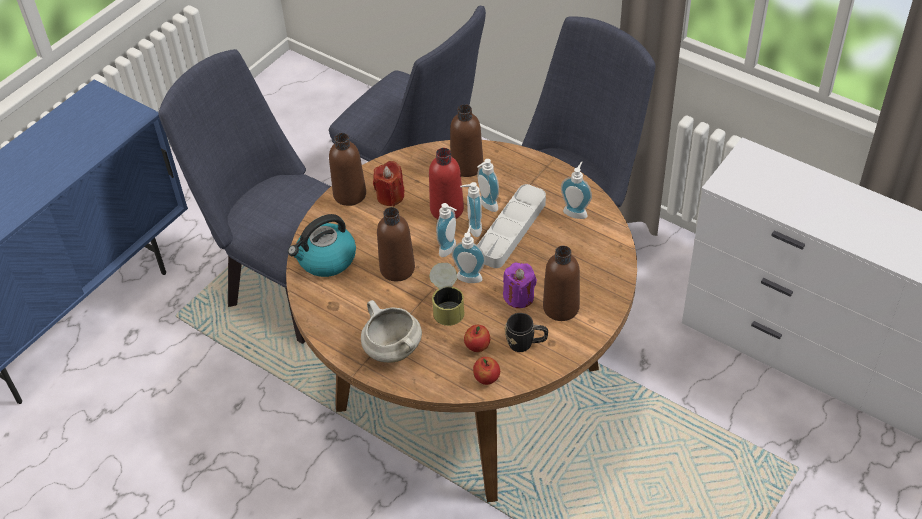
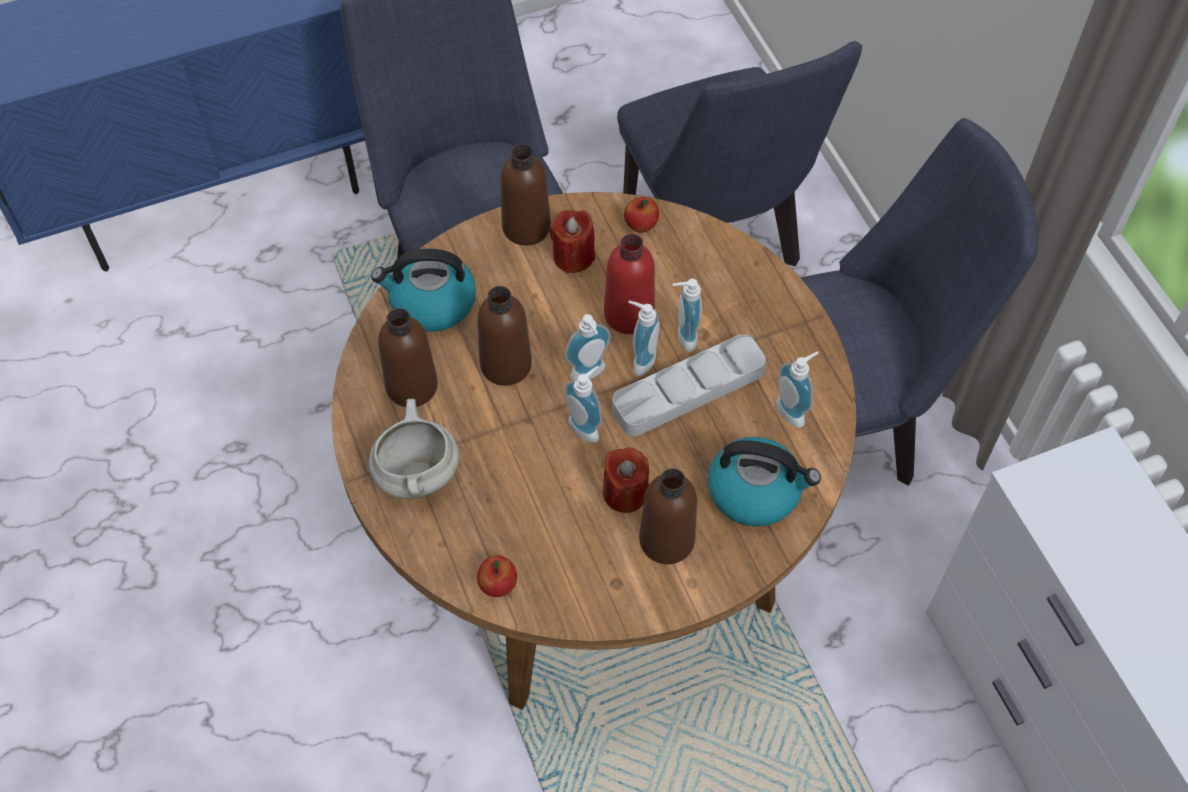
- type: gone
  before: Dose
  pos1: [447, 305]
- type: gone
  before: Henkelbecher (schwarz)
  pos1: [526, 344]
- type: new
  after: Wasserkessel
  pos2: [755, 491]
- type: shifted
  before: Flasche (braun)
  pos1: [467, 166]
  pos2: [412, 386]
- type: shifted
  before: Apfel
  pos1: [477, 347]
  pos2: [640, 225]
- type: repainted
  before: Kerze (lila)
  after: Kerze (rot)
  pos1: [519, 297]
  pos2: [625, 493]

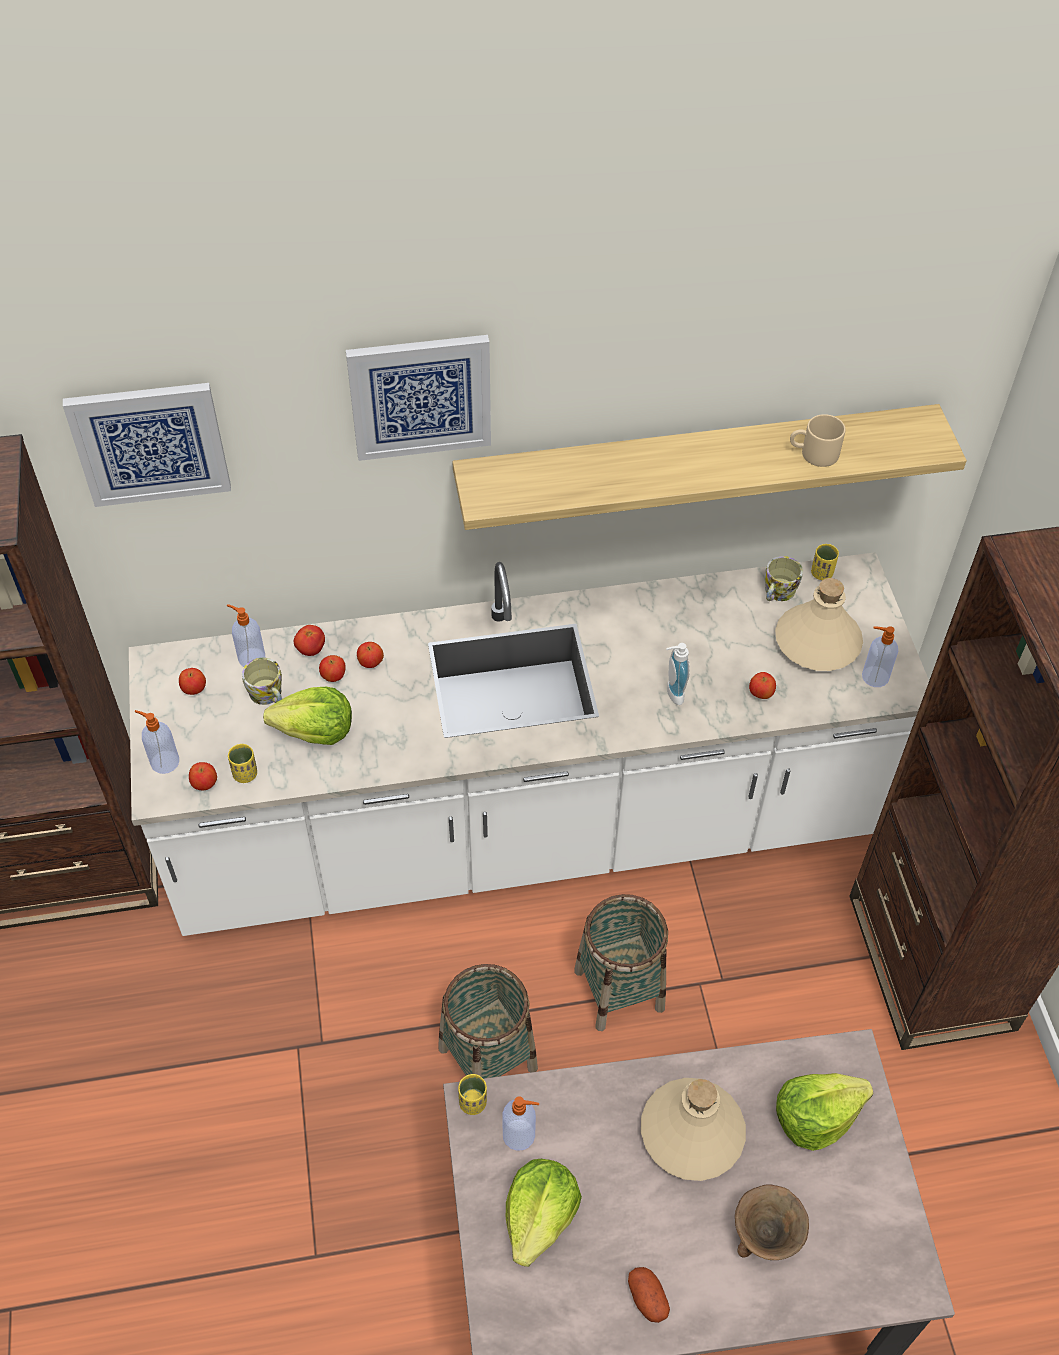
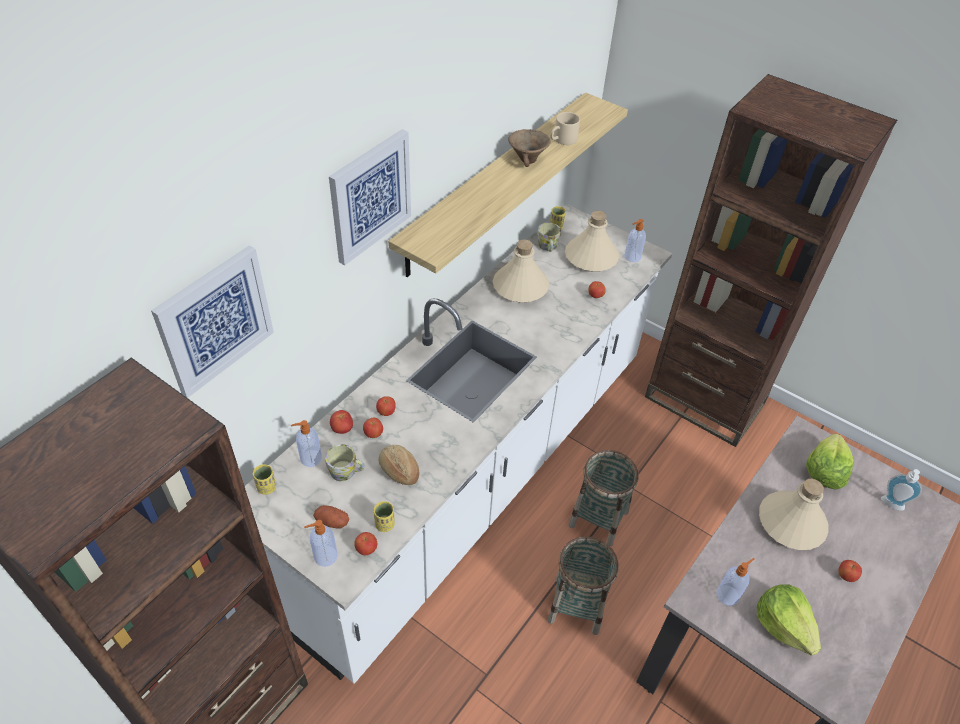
- type: new
  after: Flasche (beige)
  pos2: [520, 286]
- type: shifted
  before: Apfel
  pos1: [194, 689]
  pos2: [845, 576]
- type: shifted
  before: Tasse (gelb)
  pos1: [473, 1102]
  pos2: [267, 487]
- type: shifted
  before: Kartoffel
  pos1: [647, 1298]
  pos2: [332, 521]
- type: shifted
  before: Seifenspender
  pos1: [671, 693]
  pos2: [891, 505]
- type: shifted
  before: Schüssel (braun)
  pos1: [766, 1235]
  pos2: [527, 160]
- type: swapped
  before: Salatkopf
  after: Brot
  pos1: [315, 732]
  pos2: [398, 471]

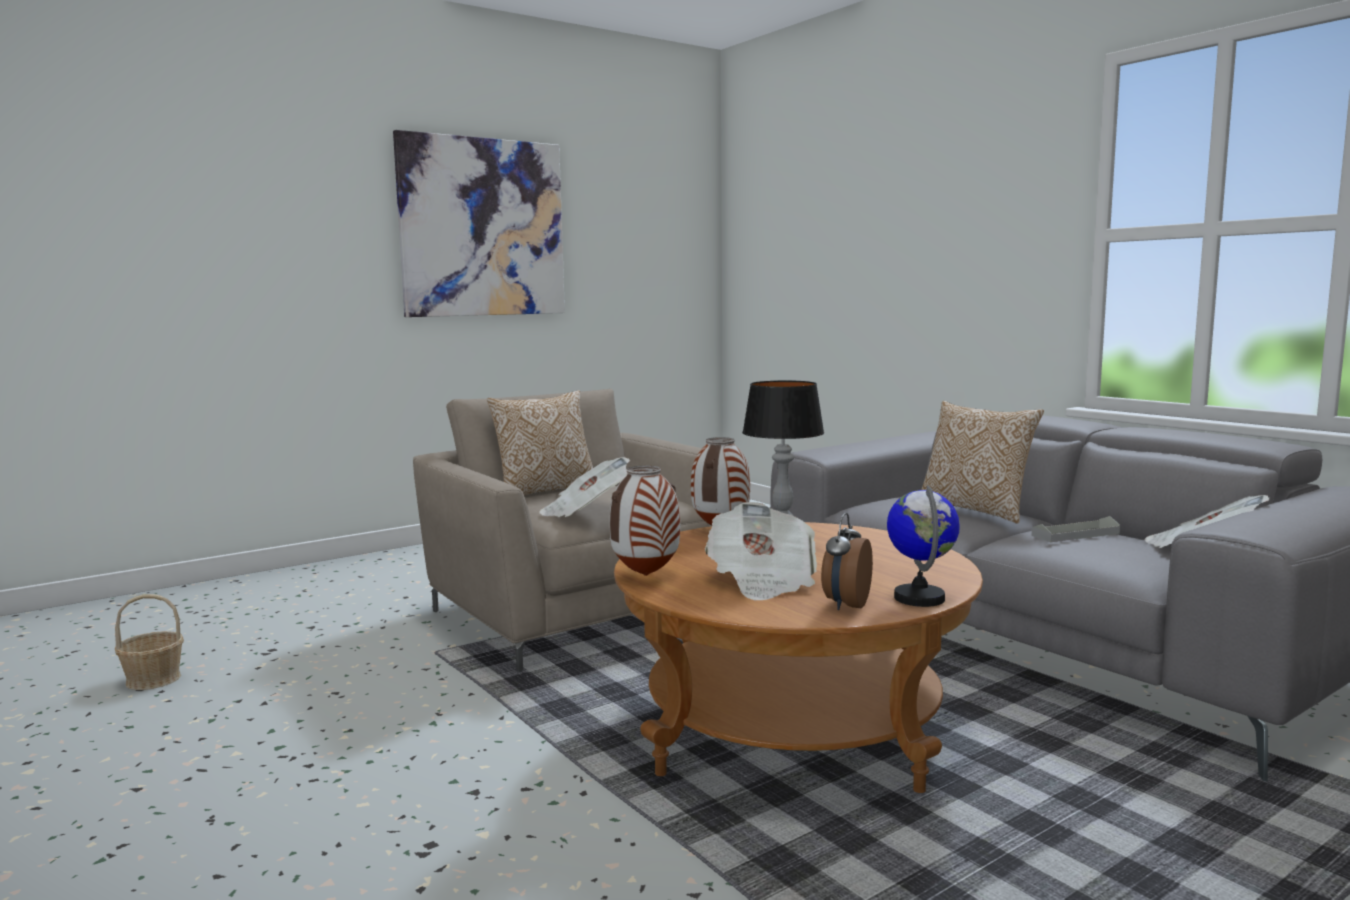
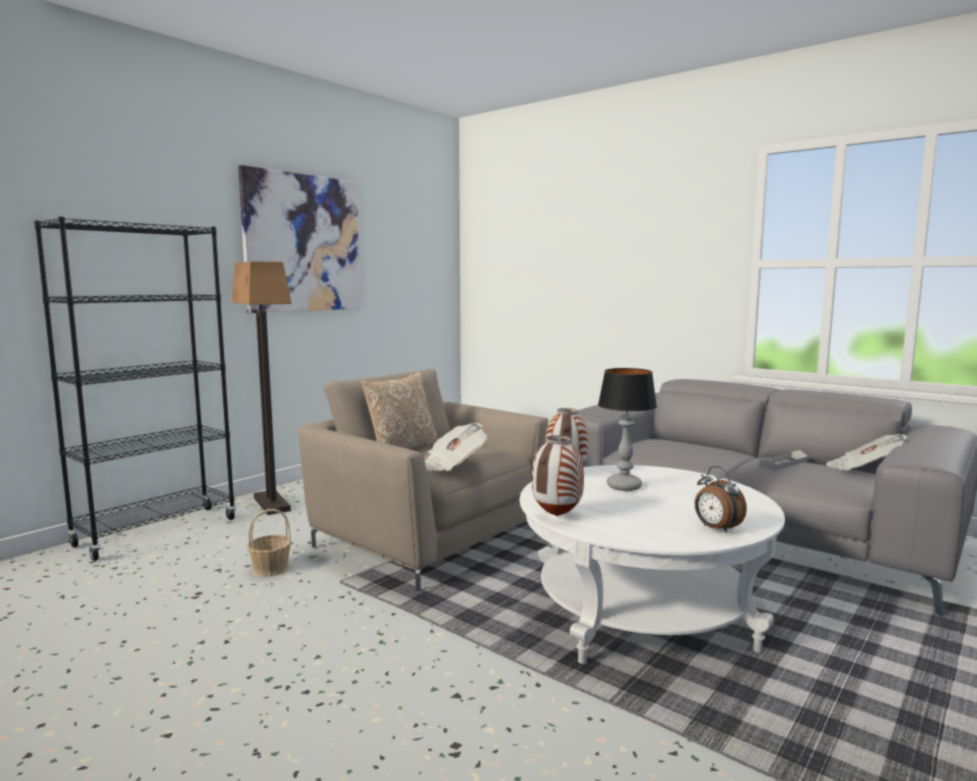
- type: gone
  before: Zeitung
  pos1: [761, 581]
- type: gone
  before: Globus
  pos1: [919, 598]
- type: gone
  before: Kissen
  pos1: [976, 510]
- type: new
  after: Bücherregal (schwarz)
  pos2: [157, 532]
- type: new
  after: Stehlampe
  pos2: [271, 504]
- type: shifted
  before: Korb
  pos1: [153, 679]
  pos2: [270, 569]
- type: repainted
  before: Couchtisch (braun)
  after: Couchtisch (weiß)
  pos1: [793, 726]
  pos2: [642, 612]
- type: rotated
  before: Wecker
  pos1: [845, 604]
  pos2: [716, 529]
  turn: -45

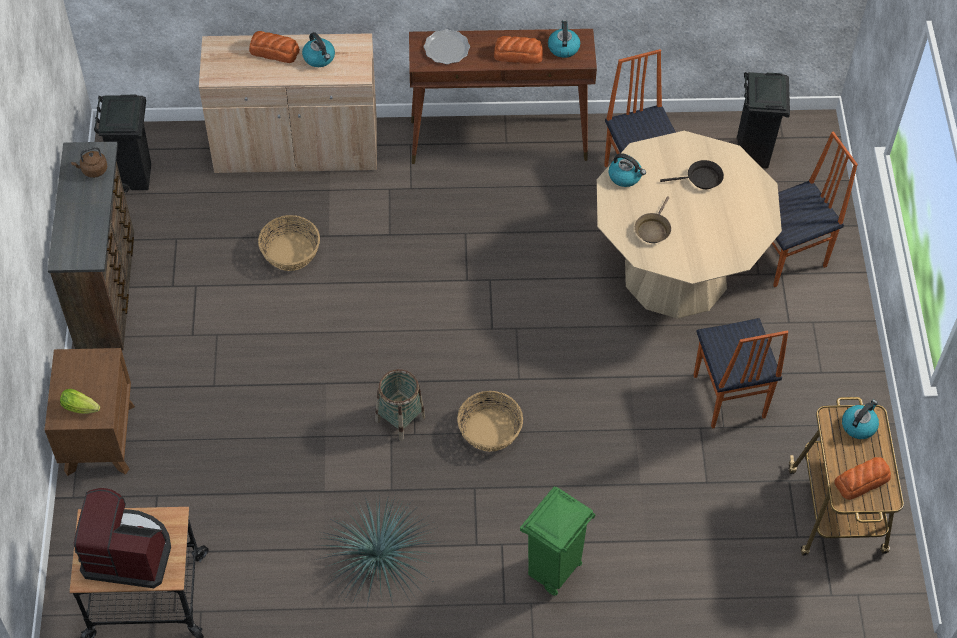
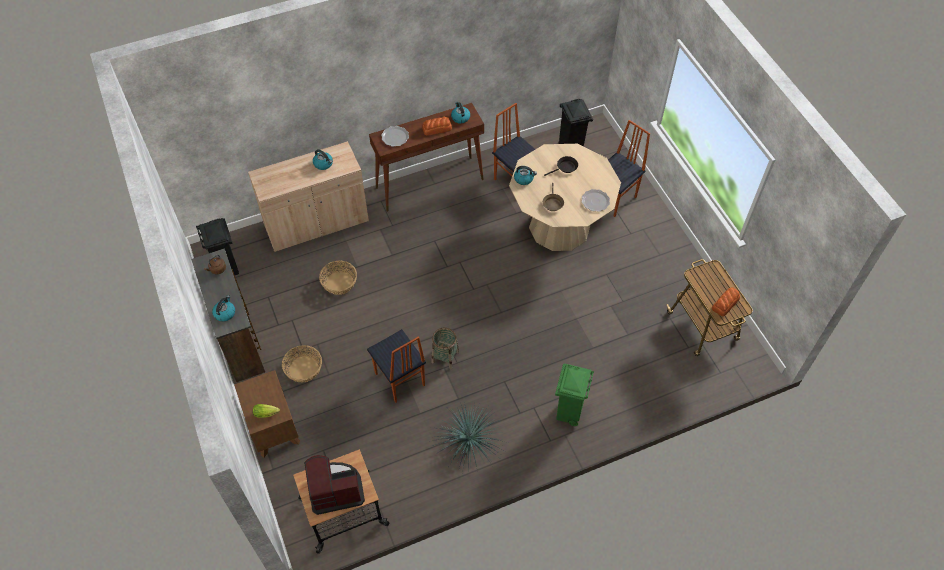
- type: gone
  before: Brot
  pos1: [274, 51]
- type: new
  after: Teller
  pos2: [595, 201]
- type: shifted
  before: Korb
  pos1: [490, 431]
  pos2: [304, 369]
- type: shifted
  before: Stuhl
  pos1: [728, 397]
  pos2: [399, 380]
- type: shifted
  before: Wasserkessel
  pos1: [859, 425]
  pos2: [225, 313]

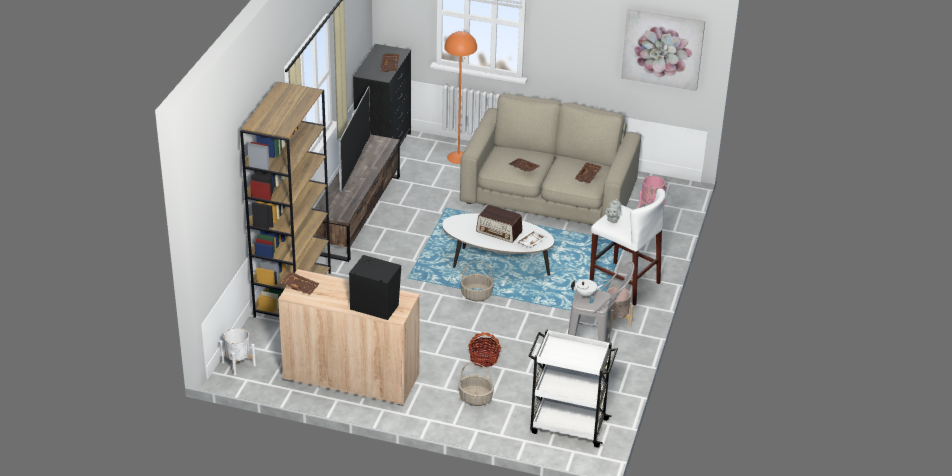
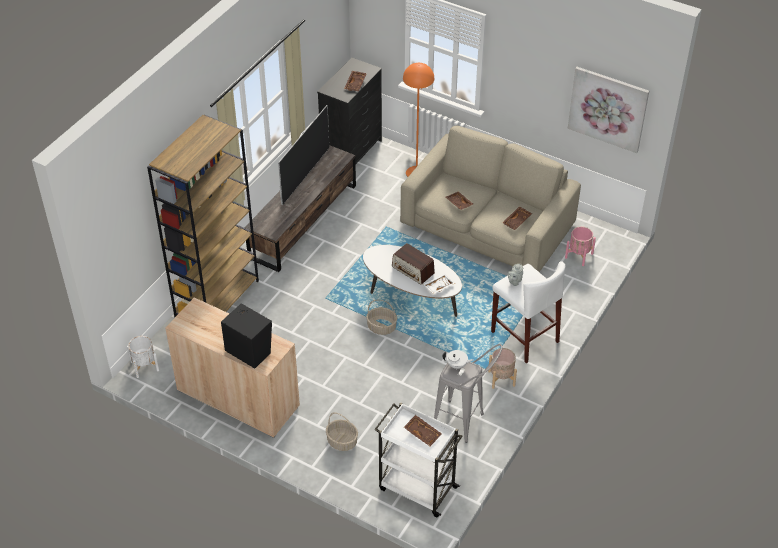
- type: gone
  before: Korb
  pos1: [484, 358]
- type: shifted
  before: Tablett (braun)
  pos1: [300, 286]
  pos2: [423, 433]

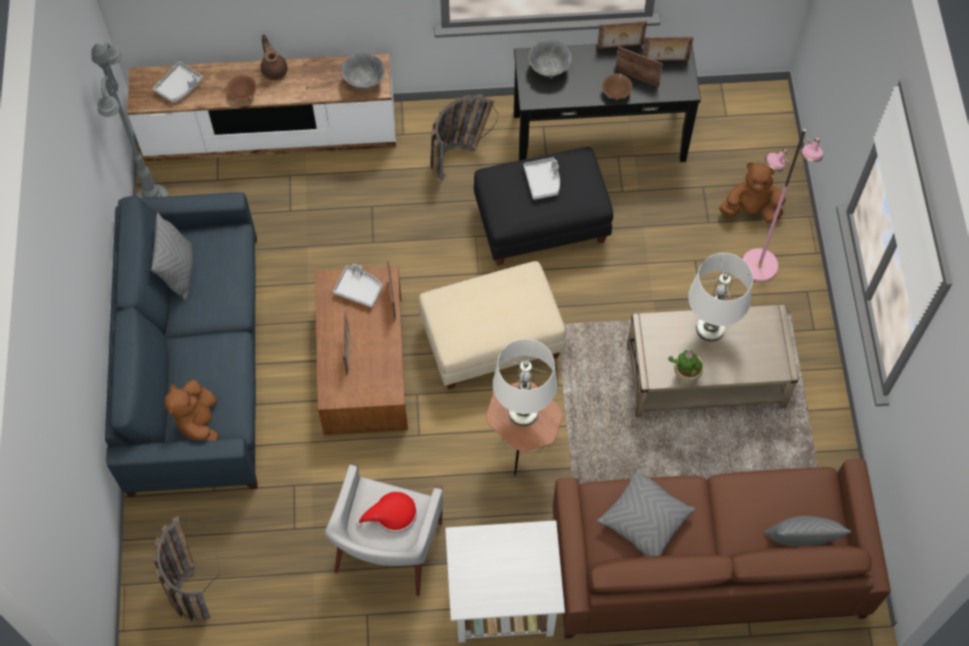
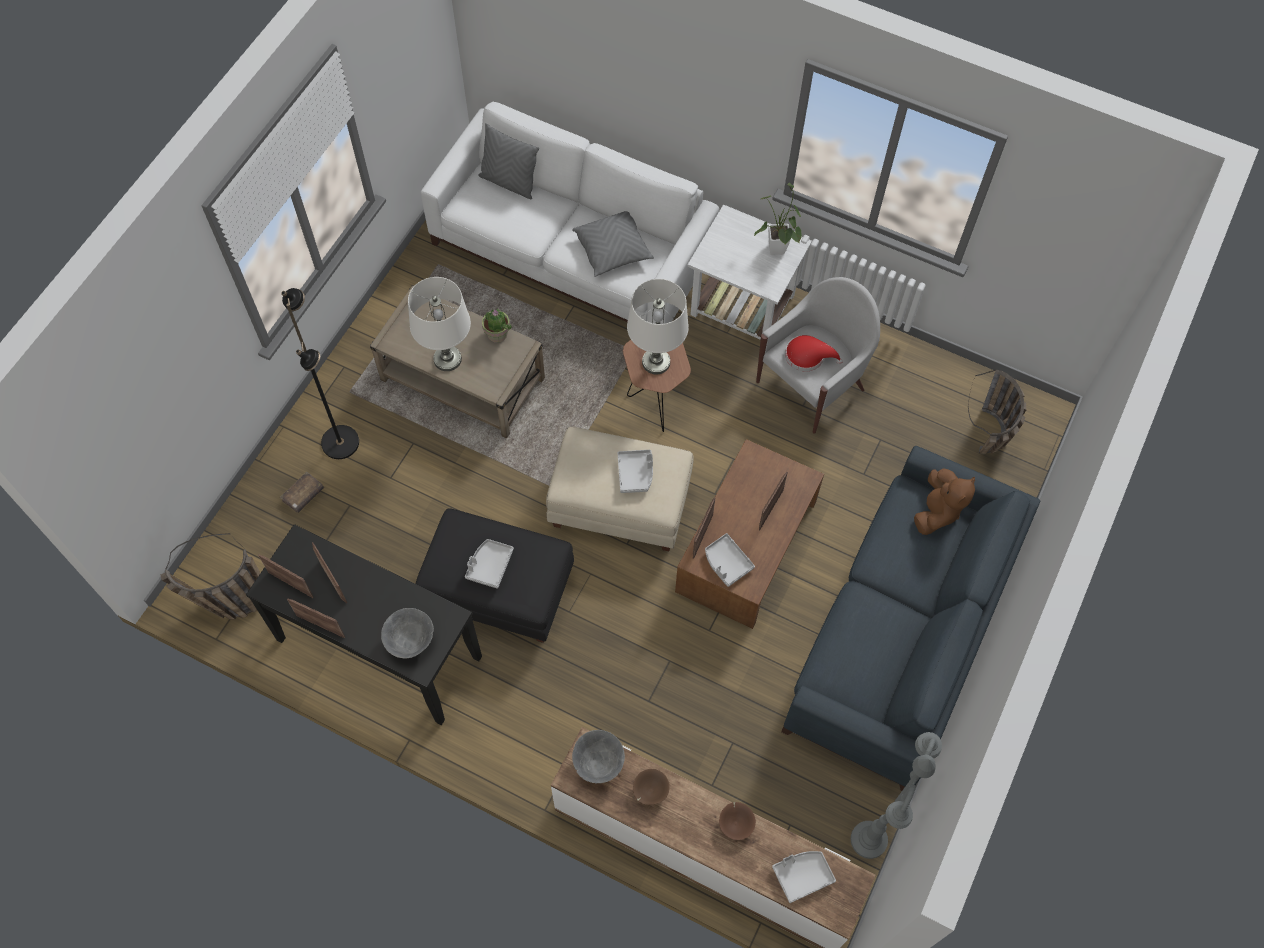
- type: gone
  before: Kissen (grau)
  pos1: [179, 272]
- type: gone
  before: Teekanne (braun)
  pos1: [274, 70]
- type: new
  after: Tablett (grau)
  pos2: [635, 474]
- type: new
  after: Topfpflanze
  pos2: [776, 253]
- type: shifted
  before: Korb
  pos1: [460, 154]
  pos2: [226, 603]
- type: shifted
  before: Schüssel (braun)
  pos1: [616, 92]
  pos2: [650, 790]
- type: swapped
  before: Plüschtier (braun)
  after: Buch (braun)
  pos1: [750, 210]
  pos2: [303, 495]
- type: repainted
  before: Sofa (braun)
  after: Sofa (weiß)
  pos1: [706, 562]
  pos2: [571, 252]
- type: repainted
  before: Stehlampe (rosa)
  after: Stehlampe (schwarz)
  pos1: [759, 266]
  pos2: [341, 442]

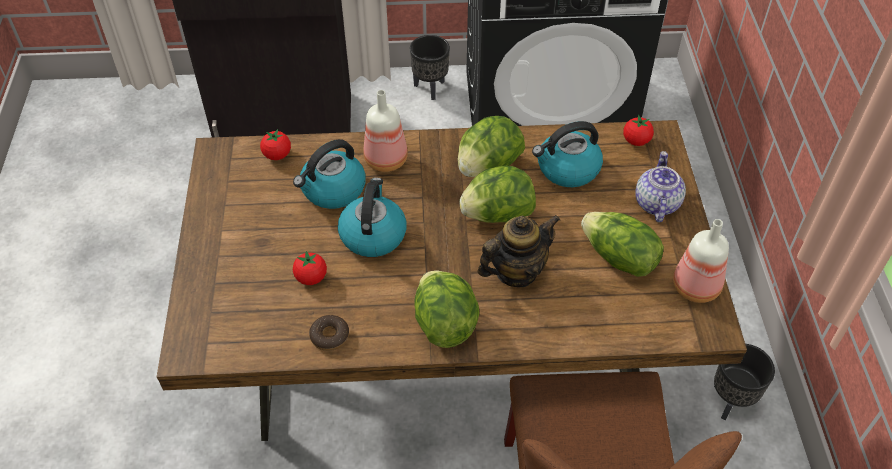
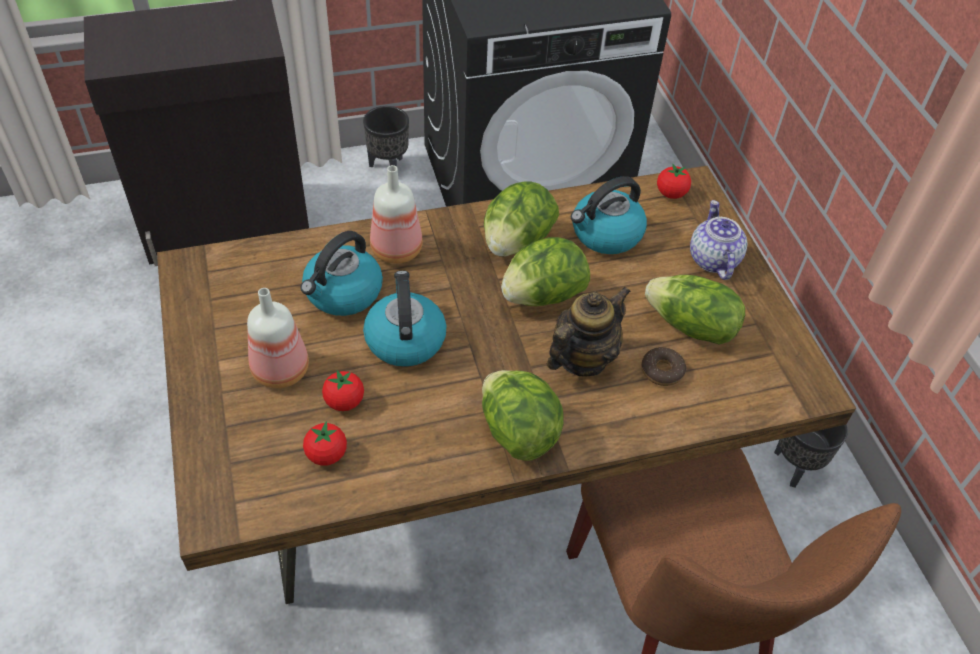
- type: shifted
  before: Tomate
  pos1: [277, 155]
  pos2: [326, 454]
- type: shifted
  before: Donut
  pos1: [330, 336]
  pos2: [662, 371]
- type: shifted
  before: Flasche
  pos1: [695, 286]
  pos2: [280, 368]

